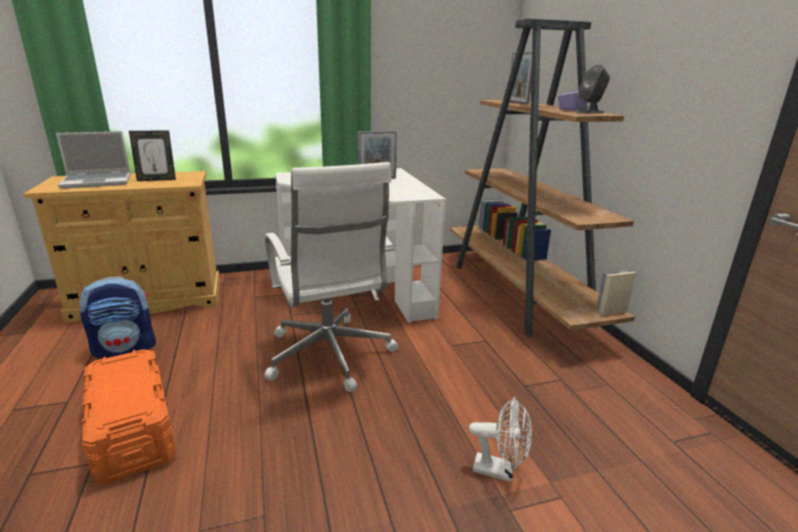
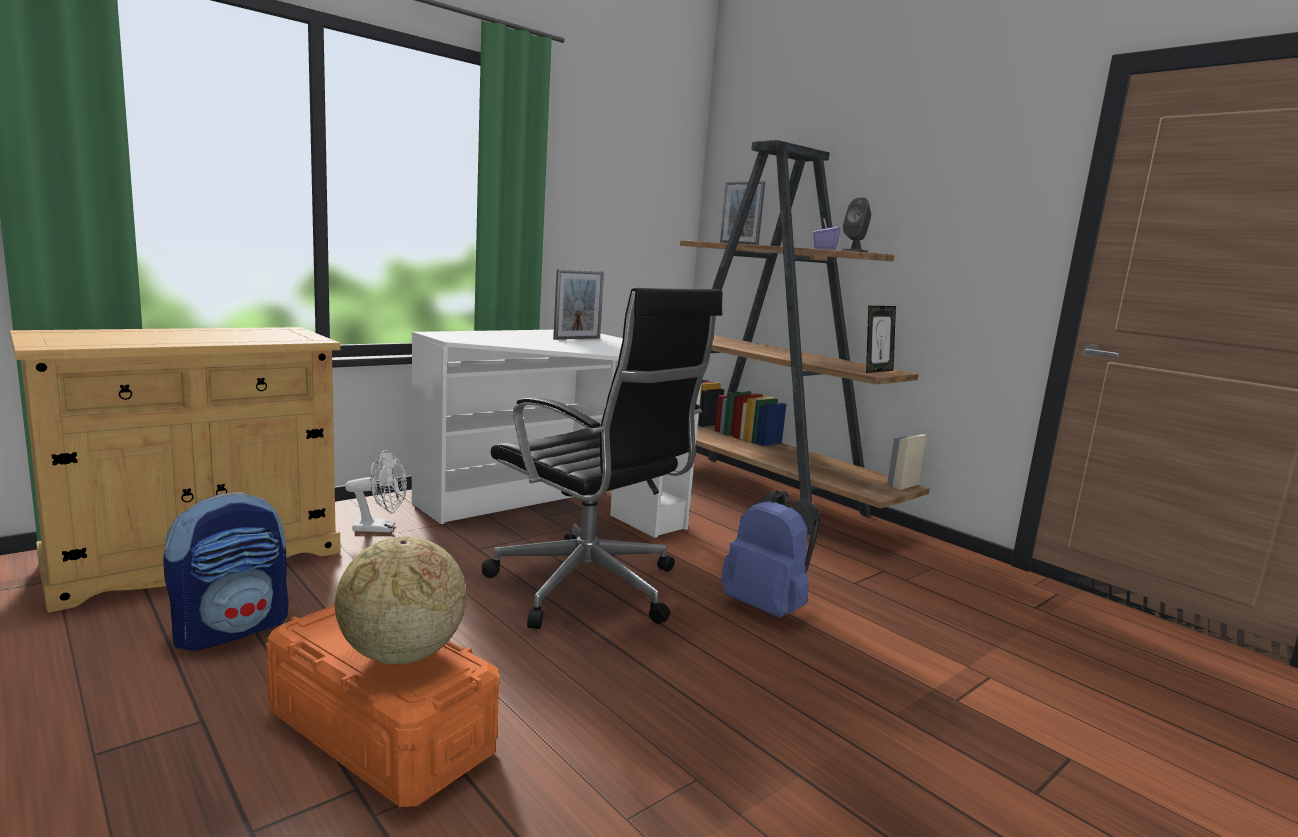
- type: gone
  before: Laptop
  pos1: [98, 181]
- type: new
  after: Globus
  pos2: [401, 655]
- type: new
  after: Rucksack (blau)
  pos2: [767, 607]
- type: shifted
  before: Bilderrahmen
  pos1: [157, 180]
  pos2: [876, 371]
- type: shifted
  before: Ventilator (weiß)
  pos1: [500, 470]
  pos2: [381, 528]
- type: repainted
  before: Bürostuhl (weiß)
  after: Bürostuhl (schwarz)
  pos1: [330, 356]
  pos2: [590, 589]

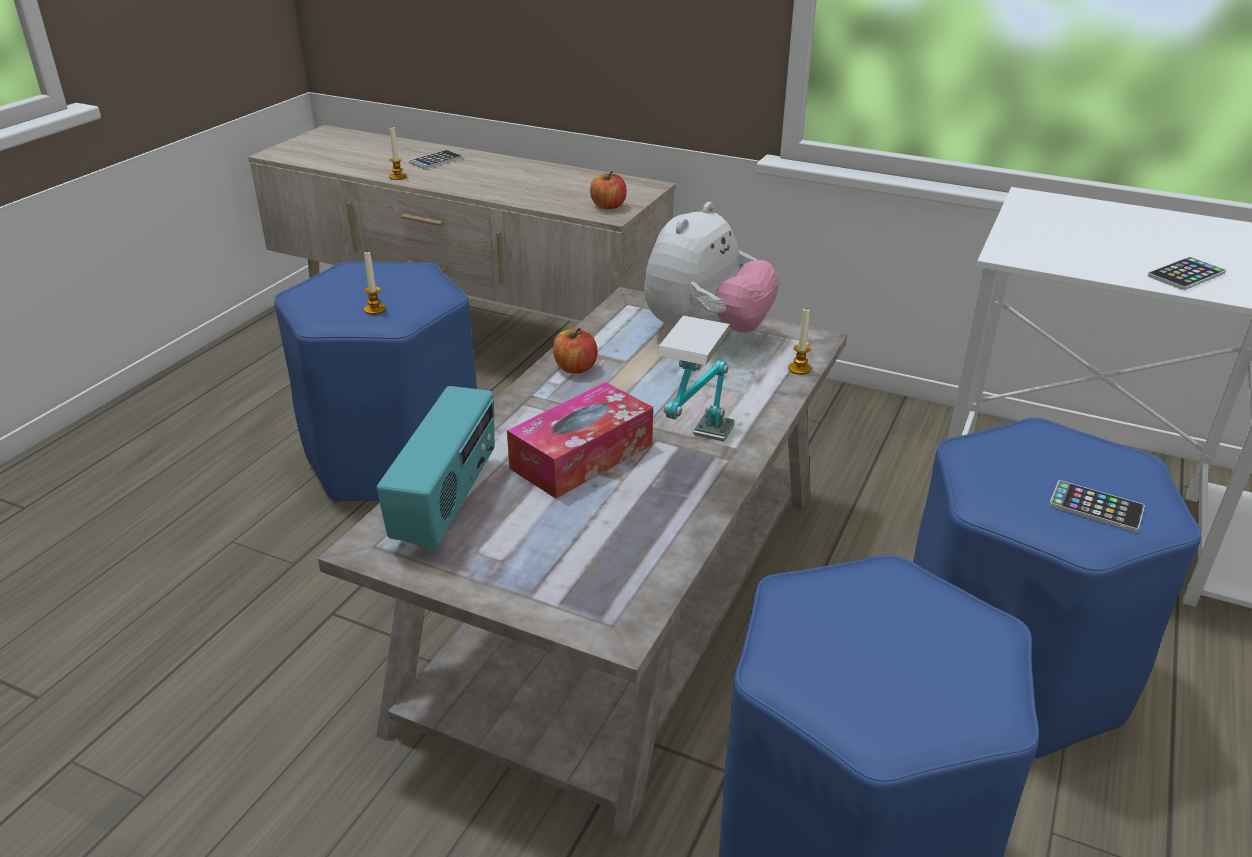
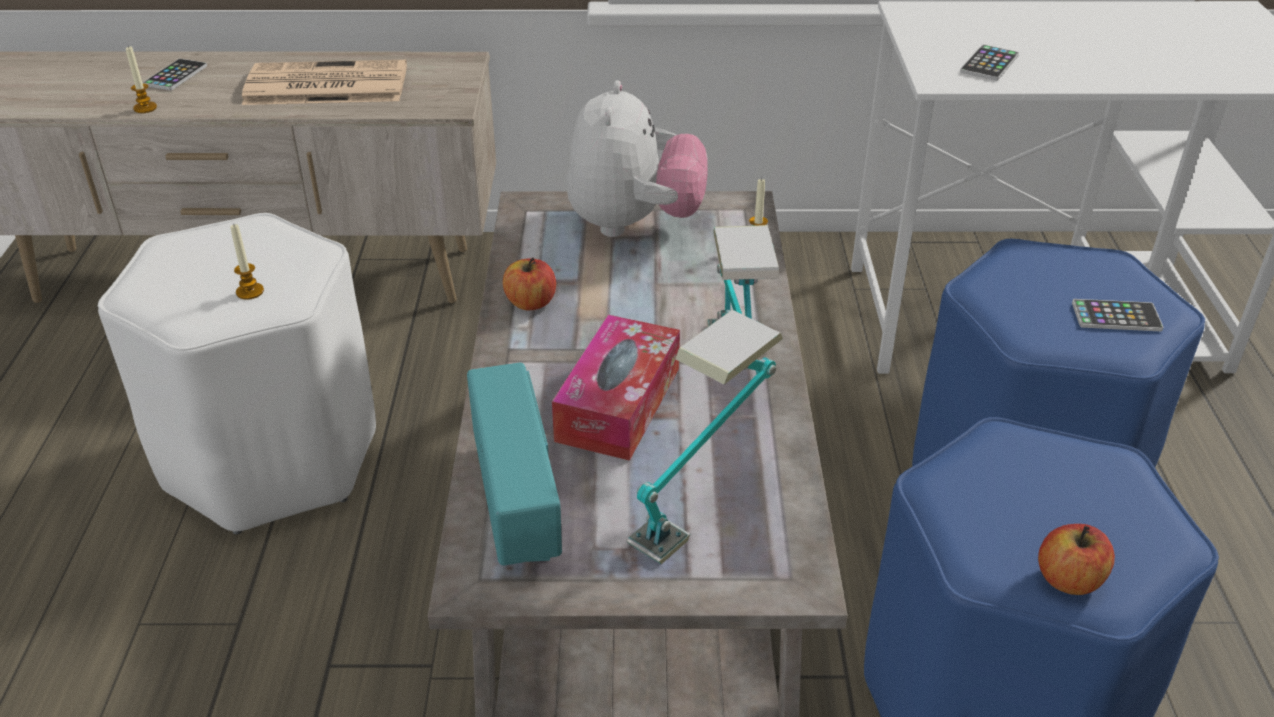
- type: new
  after: Zeitung
  pos2: [324, 85]
- type: new
  after: Tischlampe
  pos2: [703, 503]
- type: shifted
  before: Apfel
  pos1: [608, 206]
  pos2: [1069, 580]
- type: shifted
  before: Handy
  pos1: [1186, 275]
  pos2: [989, 64]
- type: repainted
  before: Hocker (blau)
  after: Hocker (weiß)
  pos1: [394, 458]
  pos2: [272, 458]

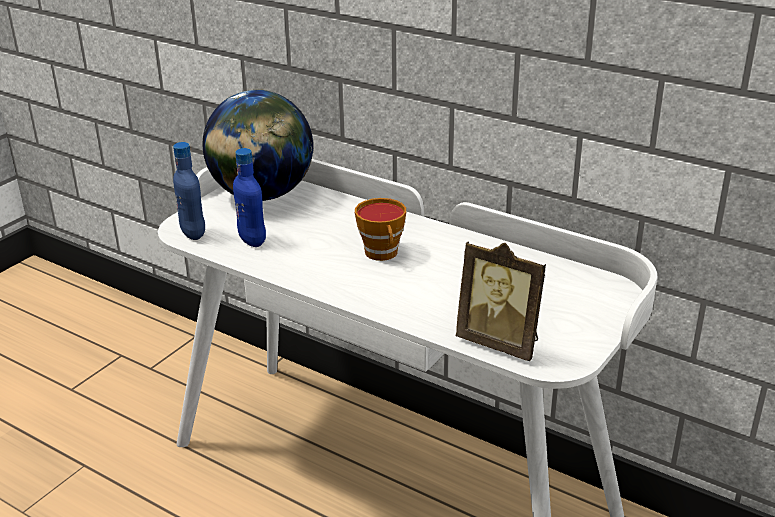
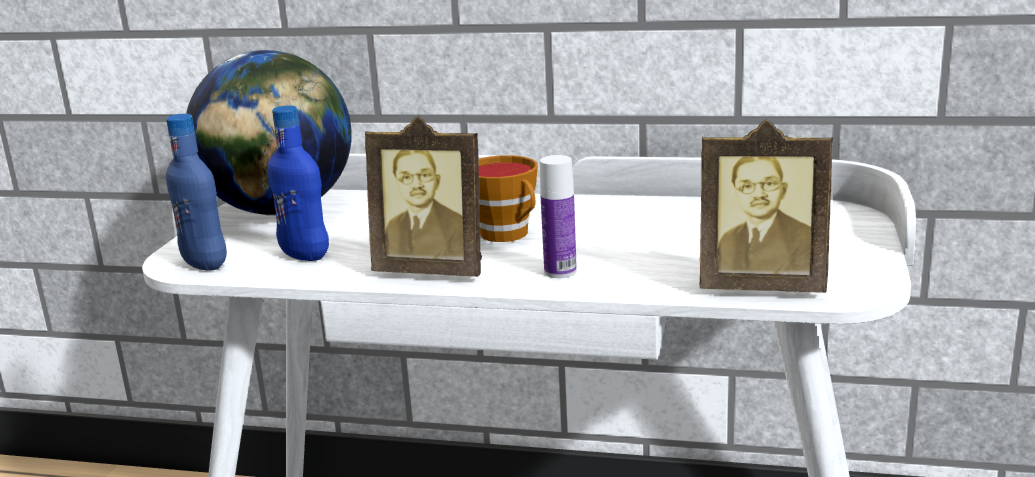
- type: new
  after: Bilderrahmen
  pos2: [434, 270]
- type: new
  after: Flasche
  pos2: [560, 271]

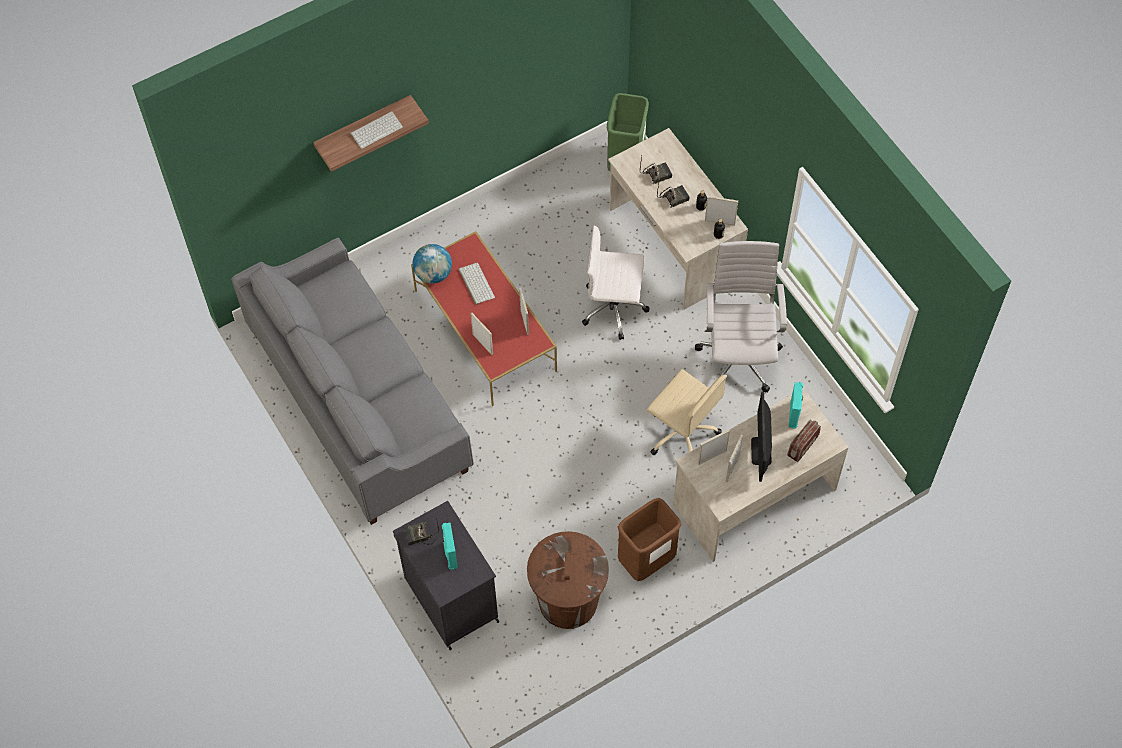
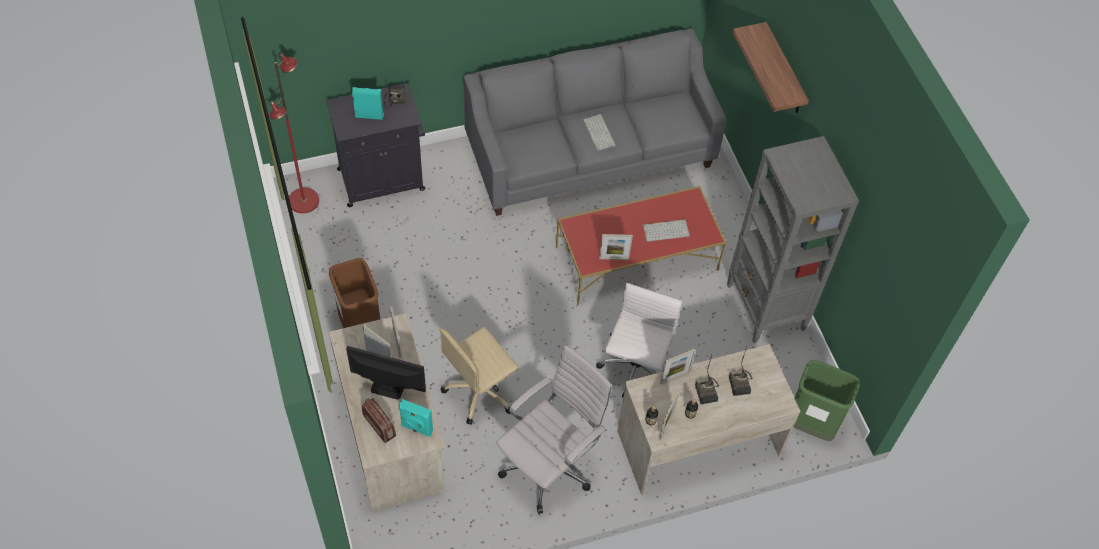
- type: gone
  before: Globus
  pos1: [433, 274]
- type: gone
  before: Mülleimer (braun)
  pos1: [567, 601]
- type: new
  after: Stehlampe (rot)
  pos2: [304, 201]
- type: new
  after: Bücherregal (grau)
  pos2: [765, 308]
- type: shifted
  before: Tastatur
  pos1: [376, 129]
  pos2: [600, 133]
- type: shifted
  before: Bilderrahmen
  pos1: [482, 344]
  pos2: [674, 377]
- type: rotated
  before: Bürostuhl (weiß)
  pos1: [738, 355]
  pos2: [550, 466]
  turn: -60

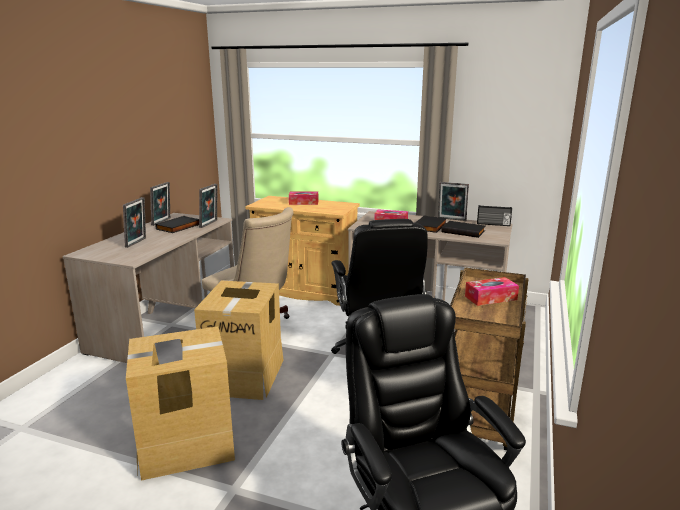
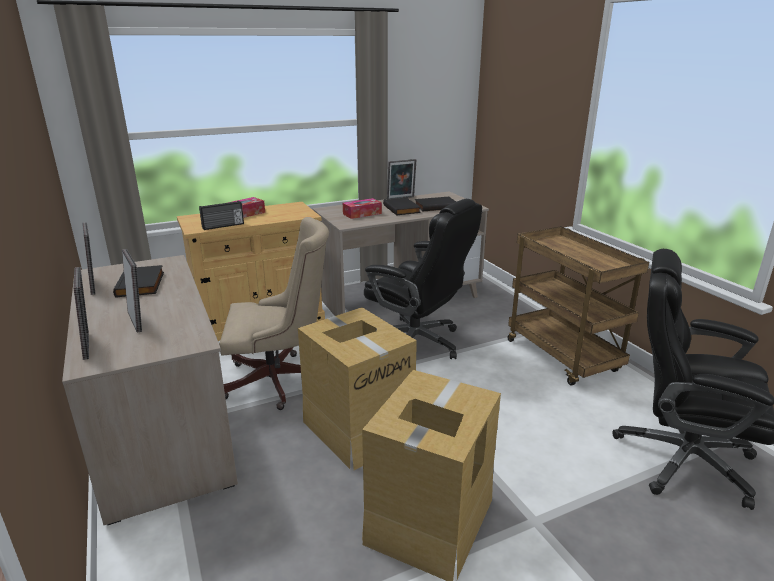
- type: gone
  before: Taschentuchbox
  pos1: [490, 298]
- type: shifted
  before: Bilderrahmen
  pos1: [210, 224]
  pos2: [90, 345]
- type: shifted
  before: Radio
  pos1: [493, 224]
  pos2: [223, 226]

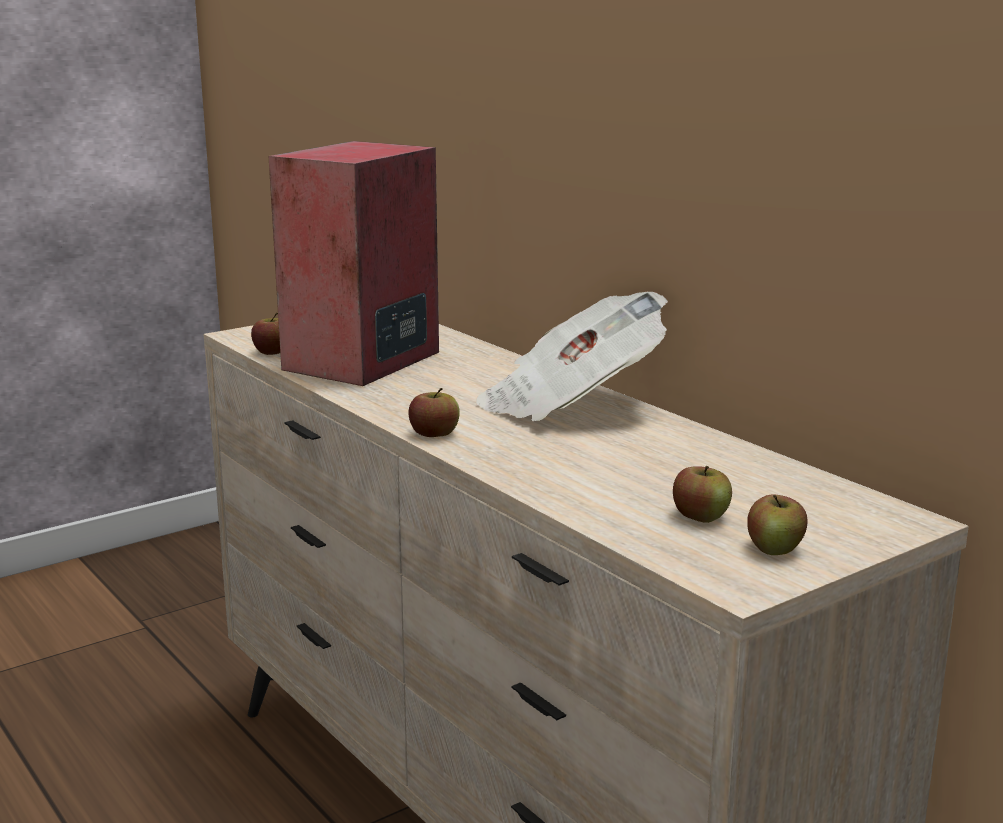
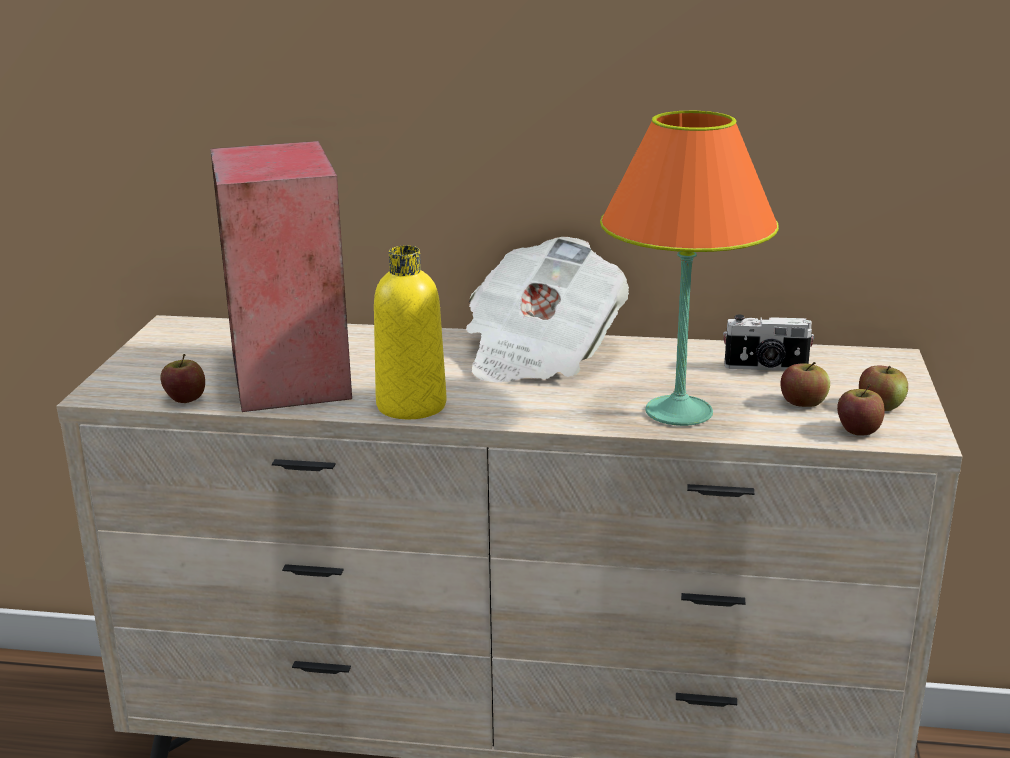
- type: new
  after: Flasche (gelb)
  pos2: [411, 405]
- type: new
  after: Tischlampe (orange)
  pos2: [678, 412]
- type: new
  after: Kamera
  pos2: [766, 367]
- type: shifted
  before: Apfel
  pos1: [434, 433]
  pos2: [858, 430]

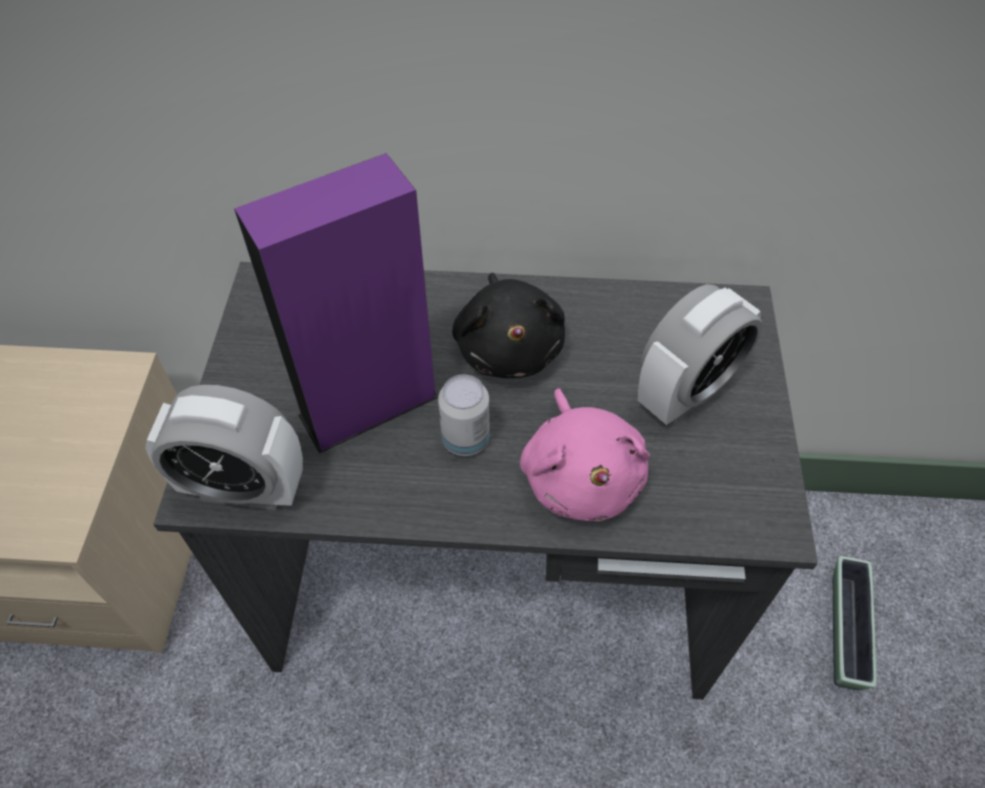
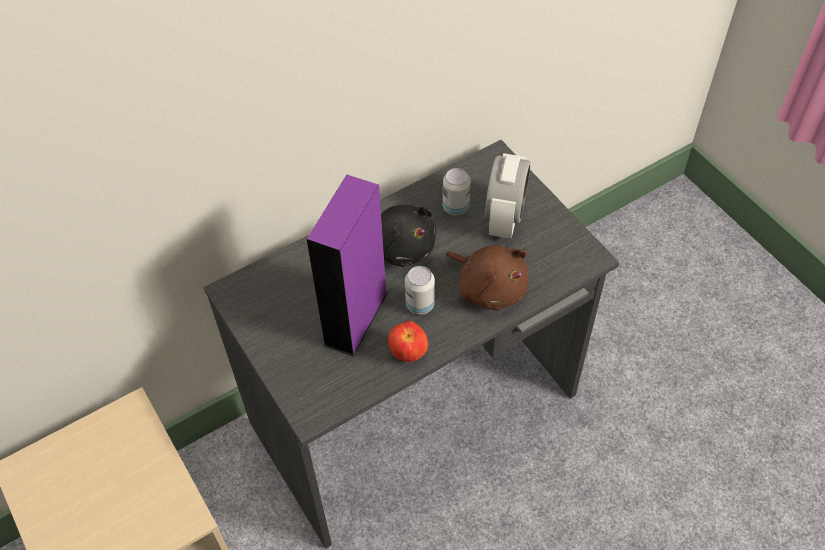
- type: gone
  before: Wecker
  pos1: [244, 488]
- type: gone
  before: Pflanzkübel
  pos1: [845, 630]
- type: new
  after: Apfel
  pos2: [408, 353]
- type: new
  after: Dose
  pos2: [455, 207]
- type: repainted
  before: Plüschtier (rosa)
  after: Plüschtier (braun)
  pos1: [581, 475]
  pos2: [489, 287]

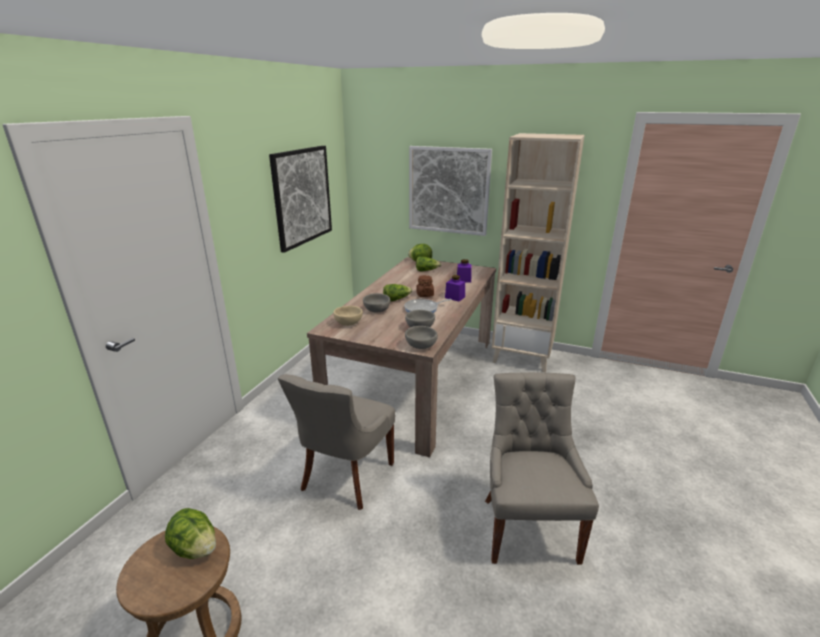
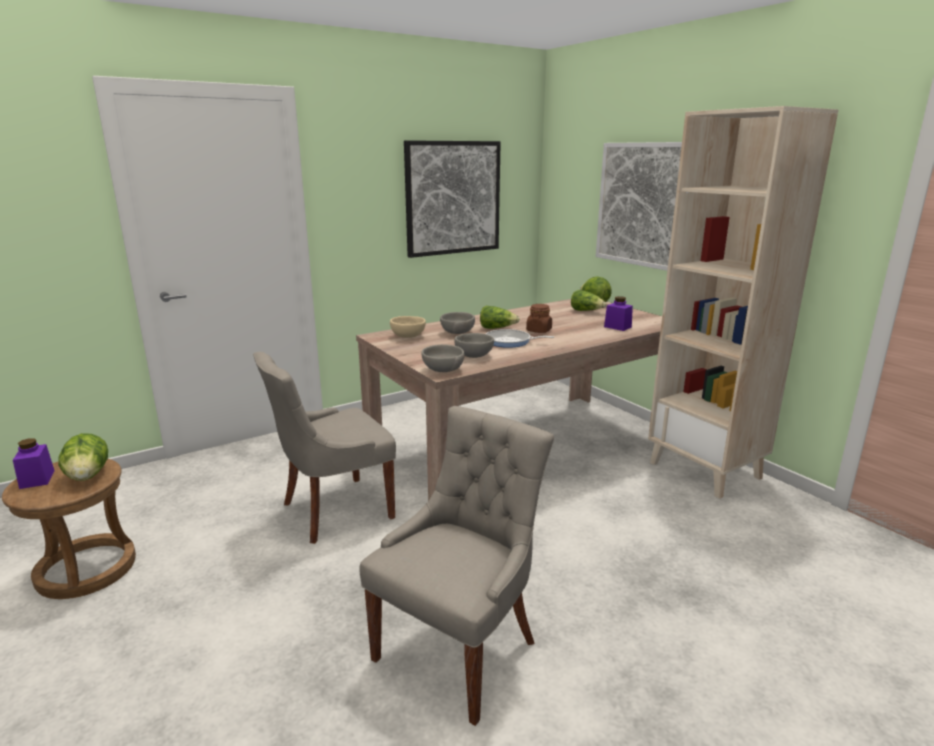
- type: shifted
  before: Vorratsglas (lila)
  pos1: [455, 297]
  pos2: [37, 479]

